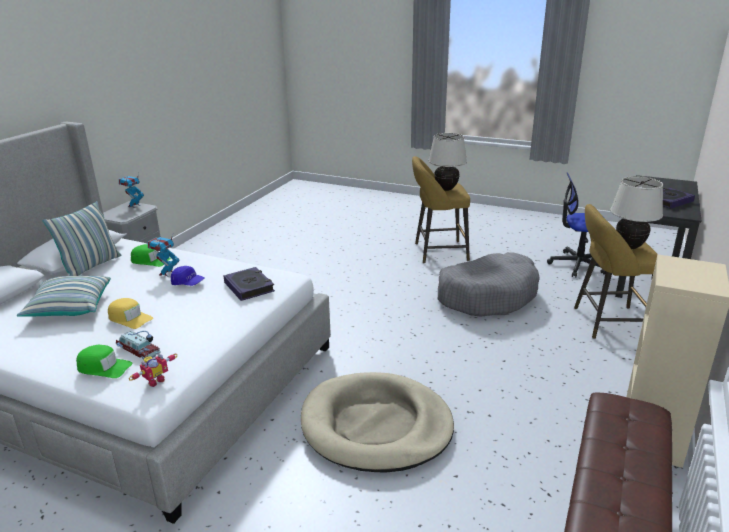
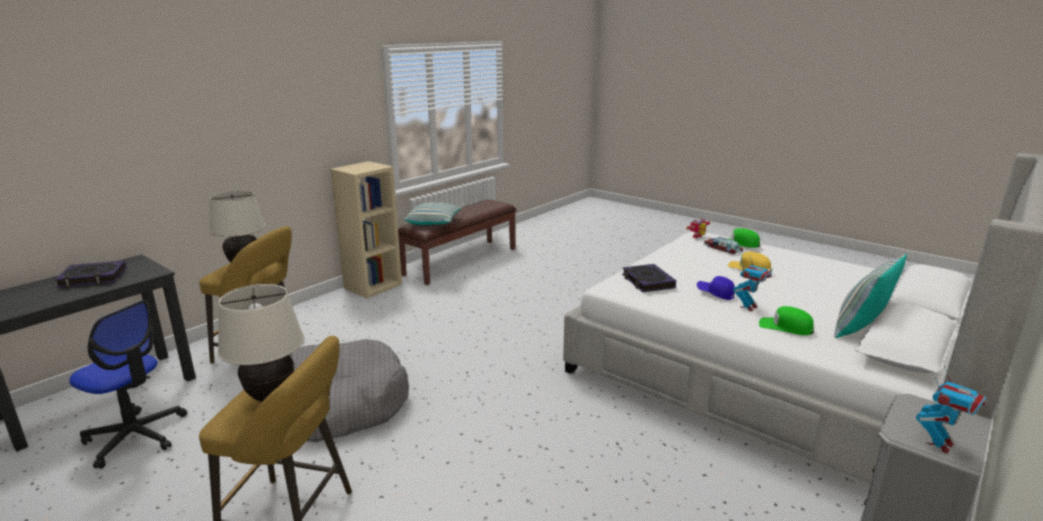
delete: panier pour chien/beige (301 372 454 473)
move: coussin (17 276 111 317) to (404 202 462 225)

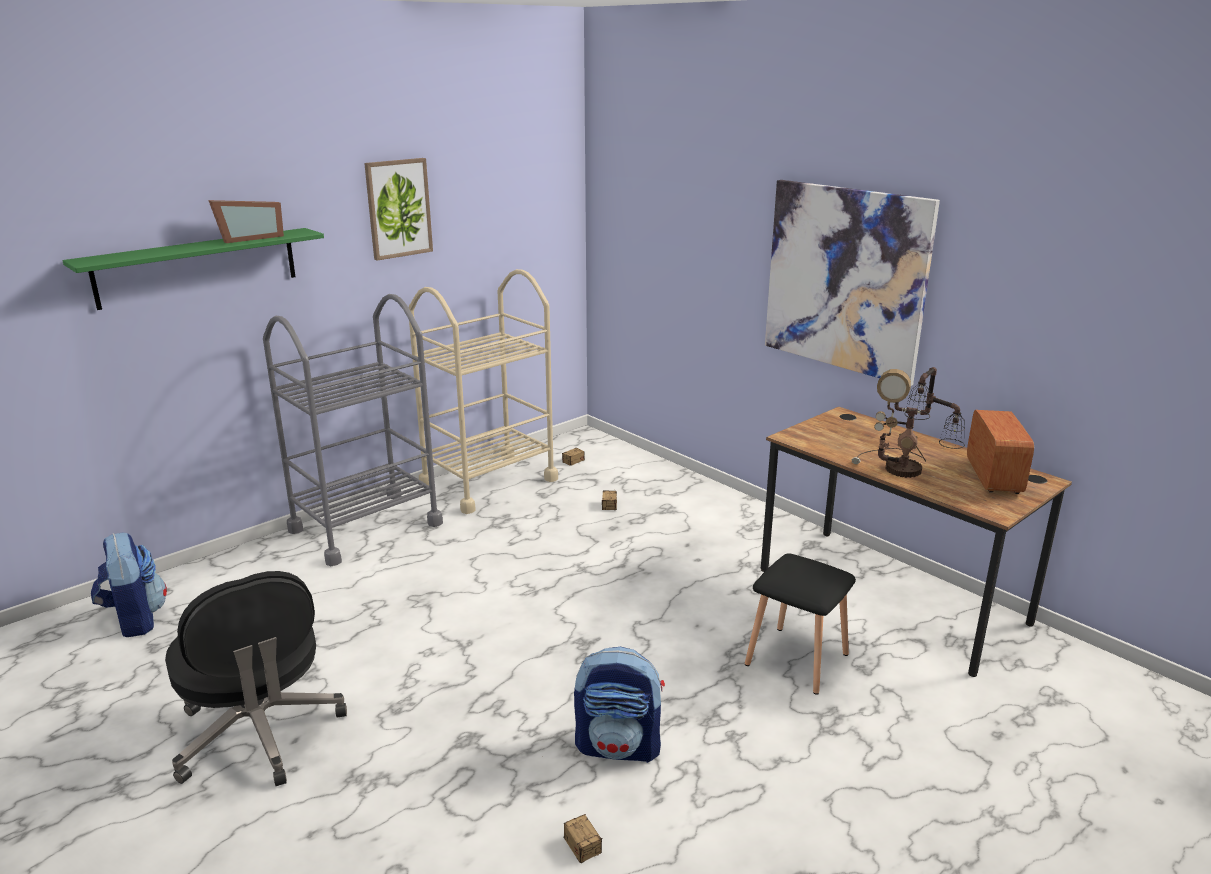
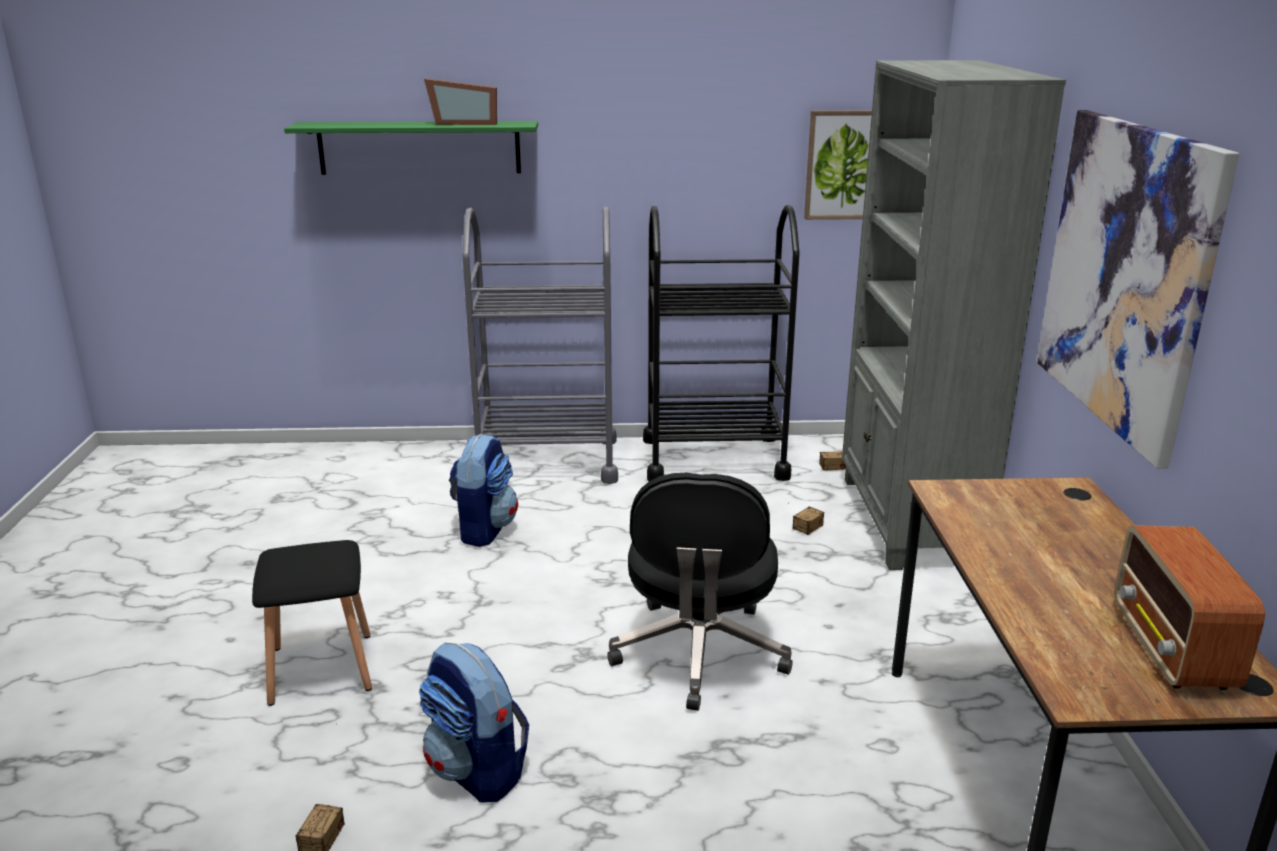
delete: lampe de table (852 367 965 478)
insert: bibliothèque/gris (842 60 1066 570)
move: sac à dos (91 533 167 637) to (449 433 518 547); chaise de bureau/noir (165 571 347 786) to (607 473 793 711); tableau (364 158 433 261) to (804 110 872 220); tabouret/noir (745 553 856 695) to (252 540 372 706)
recolor: chariot/beige (409 269 558 514) to chariot/noir (643 205 800 481)
rotate: radio (967 410 1034 494) = (1115 525 1265 690) 135 degrees clockwise

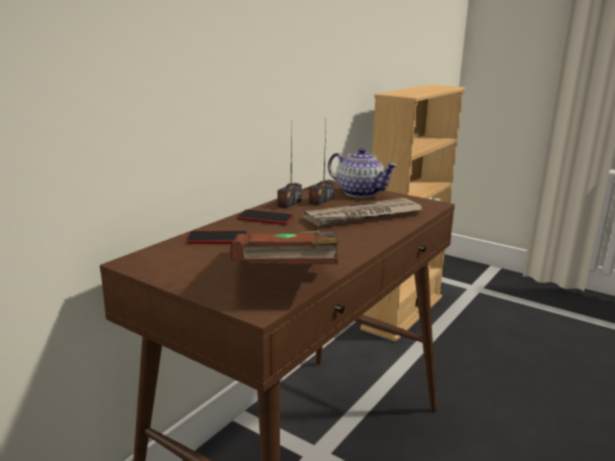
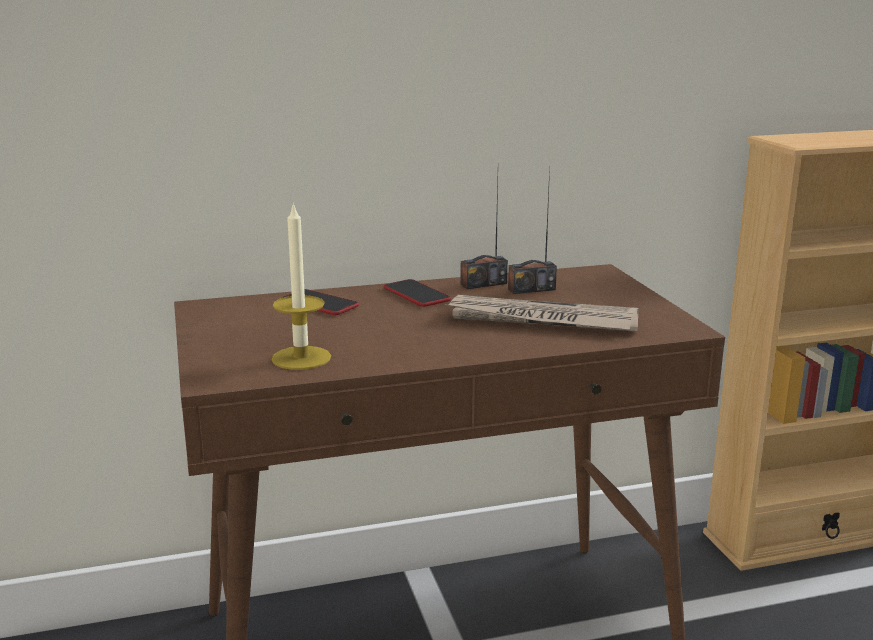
delete: théière (328 148 398 198)
replace: livre/marron (230 231 339 265) to bougie (272 202 331 370)

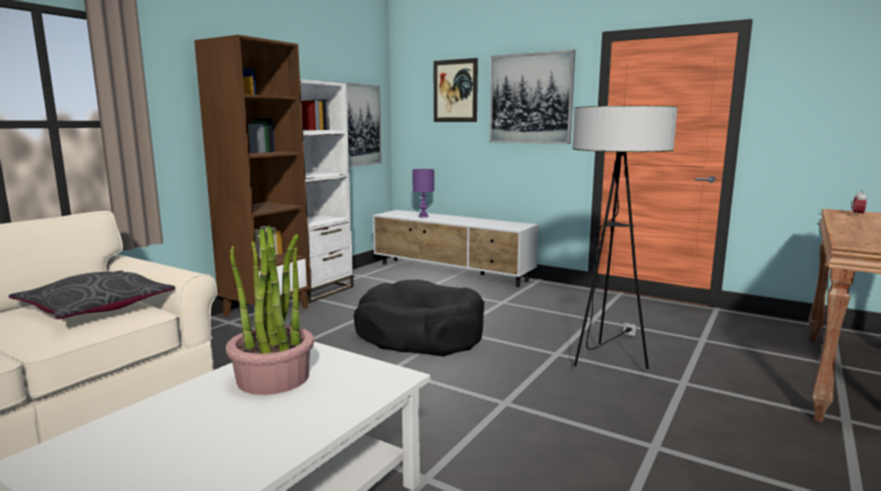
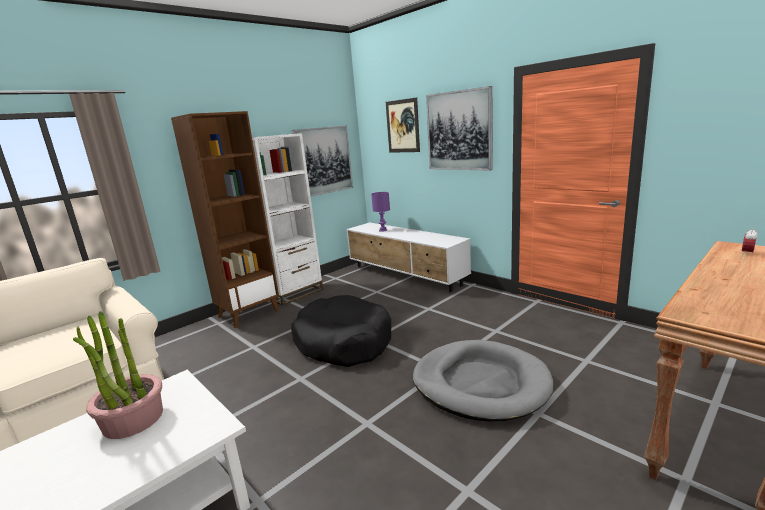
delete: coussin/gris (9 271 175 319)
replace: lampadaire (572 106 677 369) to panier pour chien/gris (412 340 553 422)

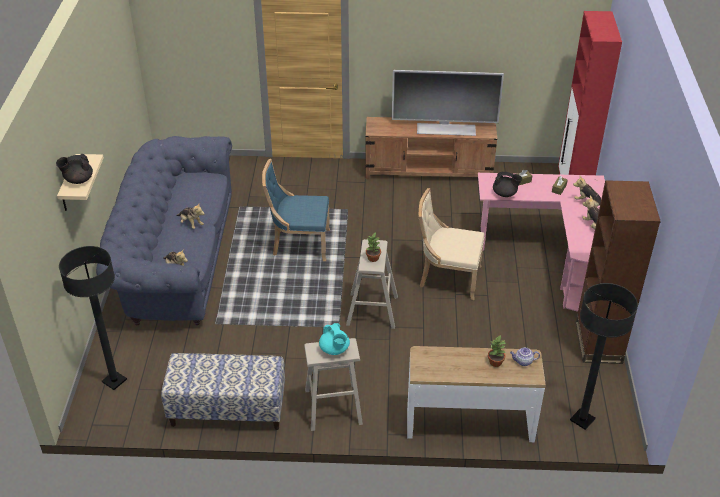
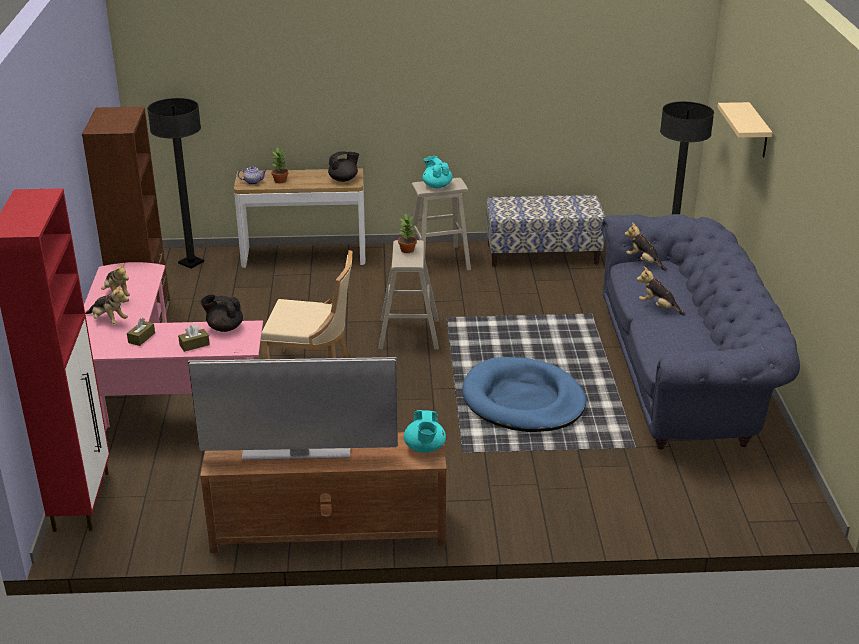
insert: théière/turquoise (404 410 446 453)
move: théière/noir (56 154 93 184) to (328 151 359 182)
replace: chaise/bleu (262 159 330 261) to panier pour chien/bleu (462 357 586 432)

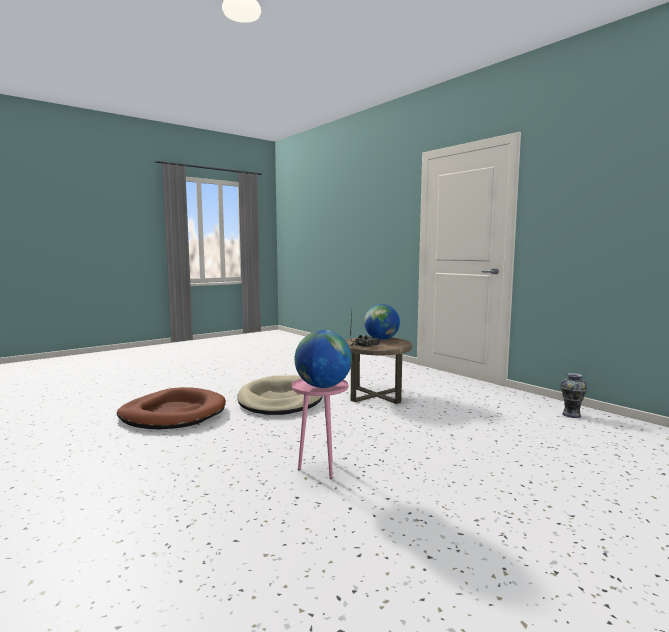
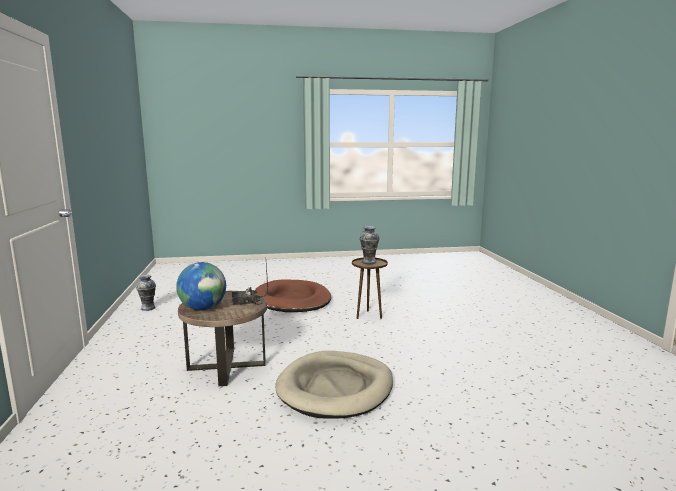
move: panier pour chien/marron (117 387 226 429) to (255 279 331 312)
replace: globe (294 330 352 388) to vase (360 226 380 264)
recolor: table d'appoint/rose (292 378 348 479) to table d'appoint/marron (352 258 388 319)

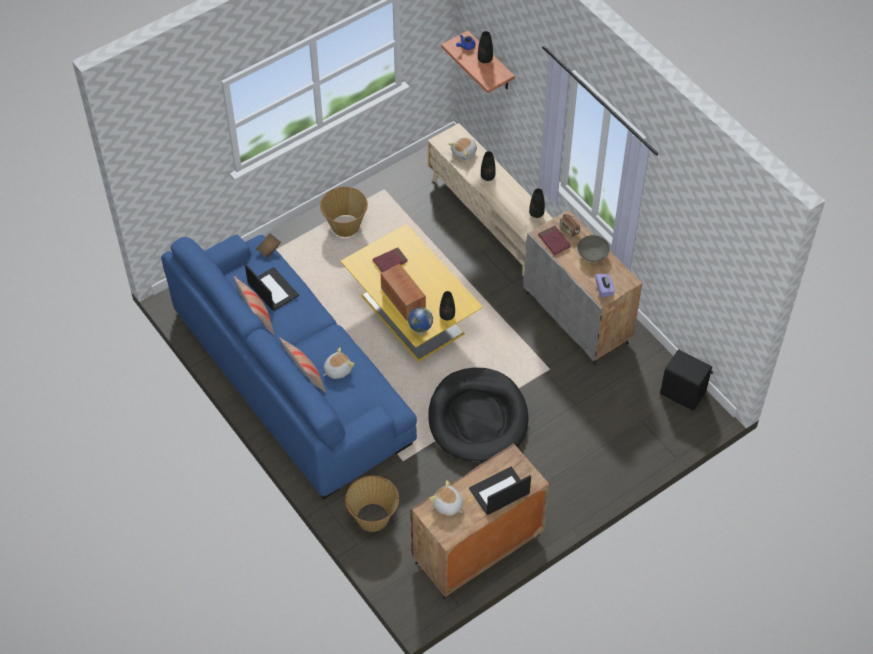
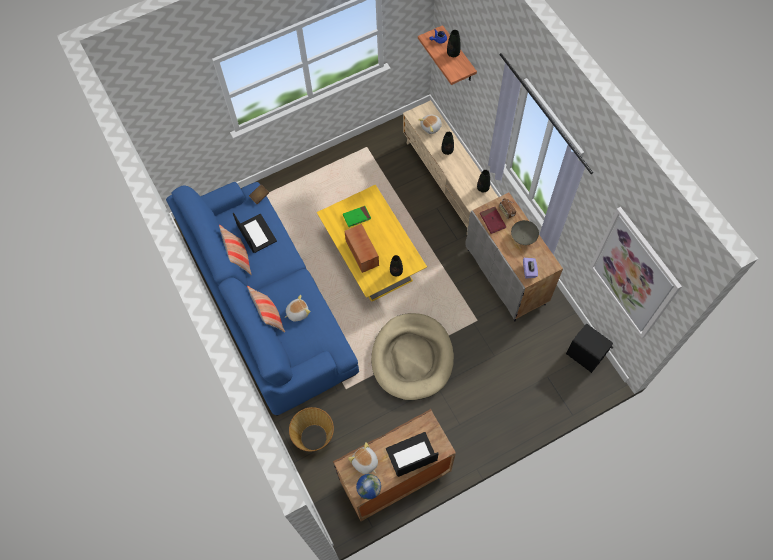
delete: panier (320 187 368 237)
insert: tableau (590 207 682 338)
move: globe (408 307 433 335) to (356 474 381 500)
recolor: livre/rouge (373 248 408 272) to livre/vert (343 206 371 227); panier pour chien/noir (428 368 528 463) to panier pour chien/beige (371 313 454 400)

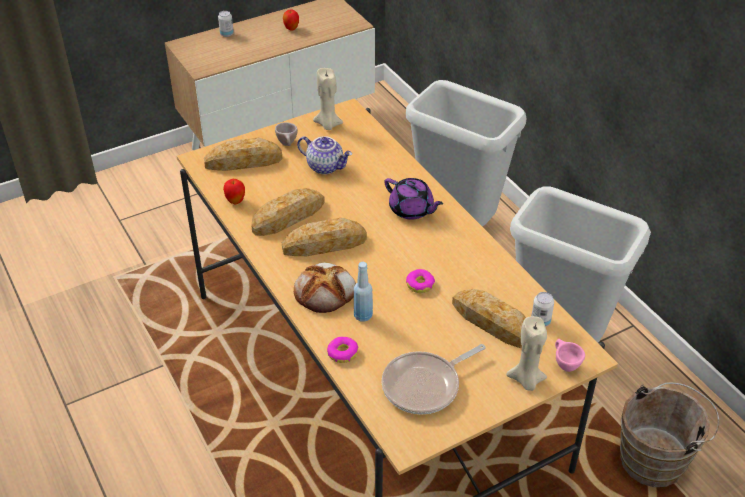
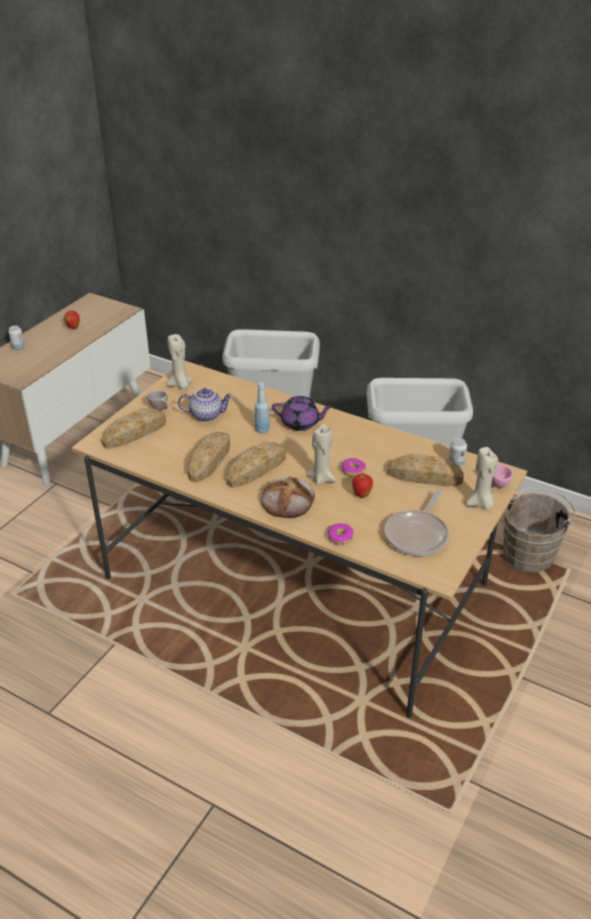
insert: bougie/beige (306 424 336 485)
move: pomme (223 179 245 205) to (352 474 373 498); bouteille/bleu (354 262 373 322) to (255 382 270 433)

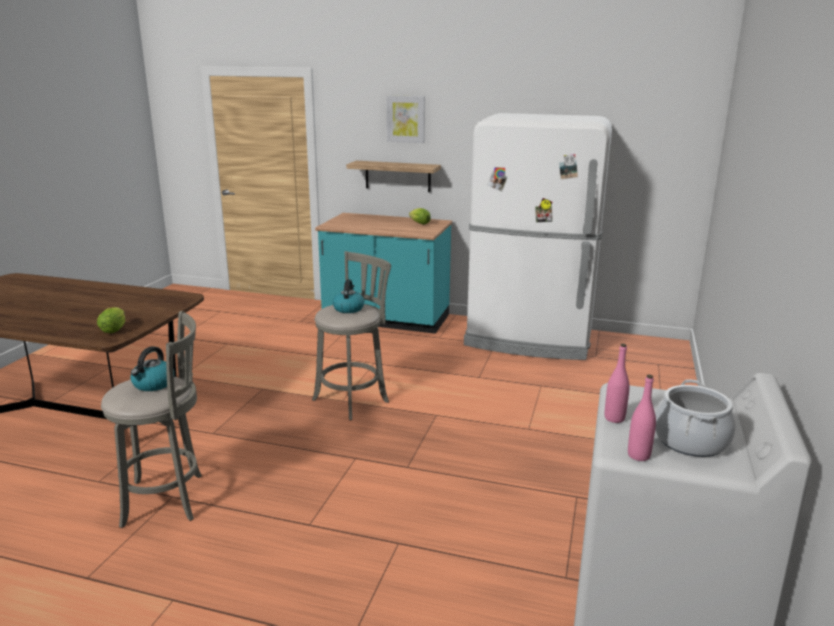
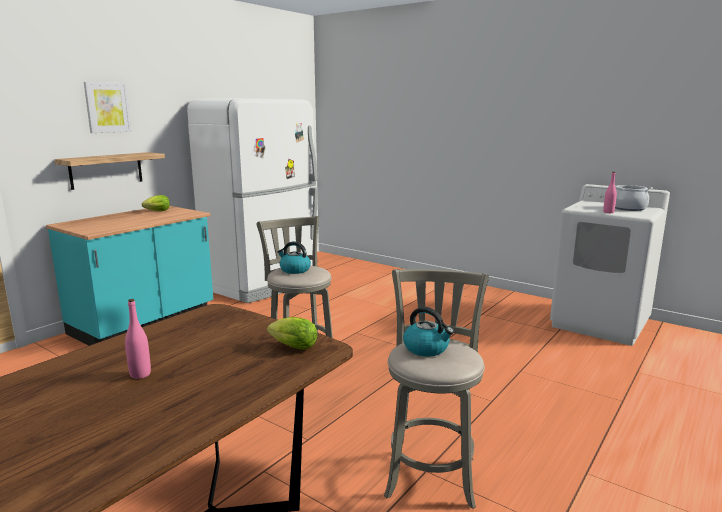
move: bouteille/rose (628 375 656 461) to (125 299 151 379)

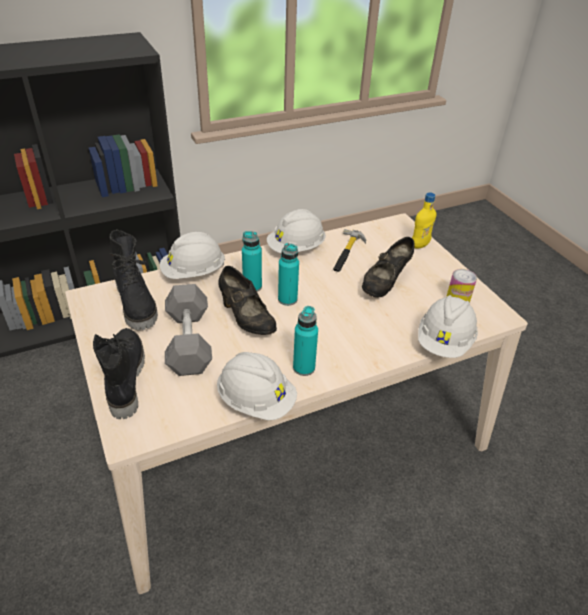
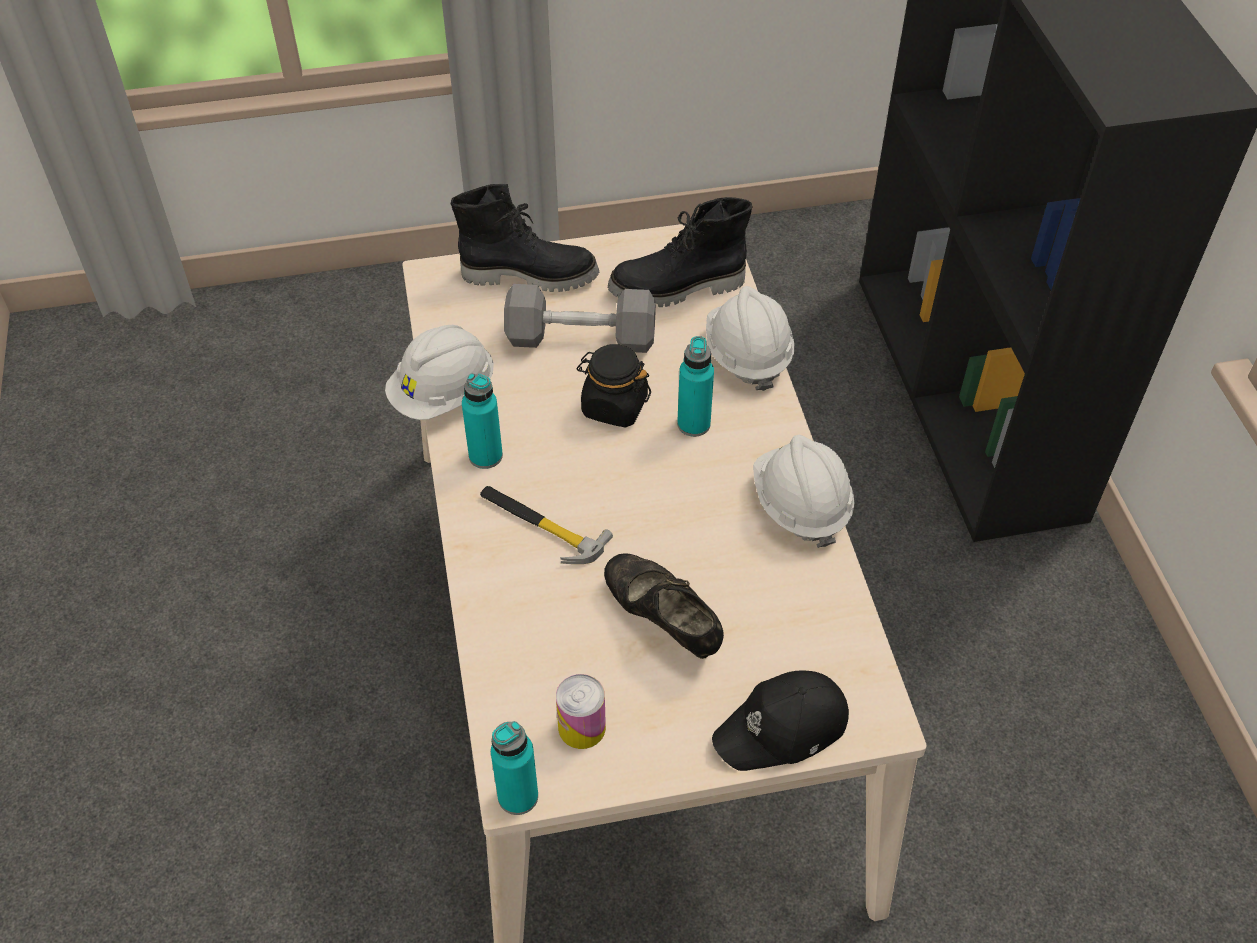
delete: casque de chantier/blanc (418 295 478 358)
move: bouteille/turquoise (278 243 299 306) to (491 721 538 815); marteau (333 229 366 272) to (480 486 613 564)
replace: chaussure/noir (218 266 277 335) to bocal/noir (576 344 651 428); bouteille/jaune (412 192 436 249) to casquette/noir (712 670 849 771)

